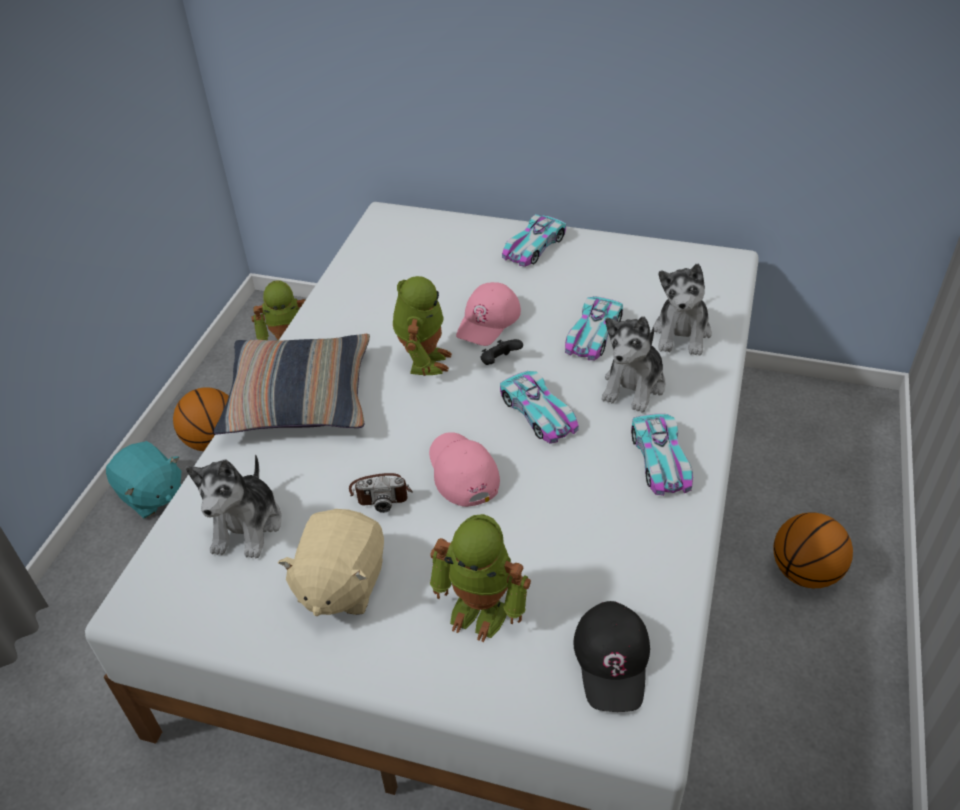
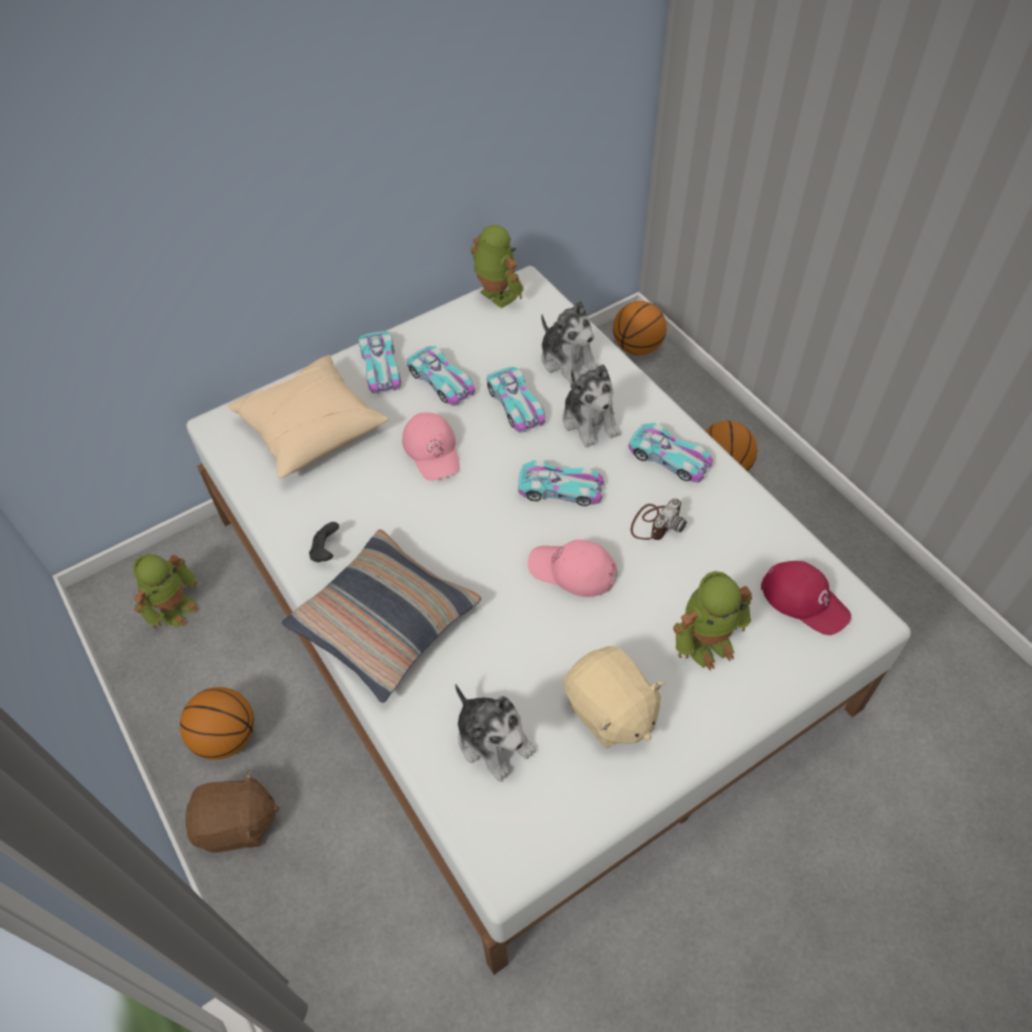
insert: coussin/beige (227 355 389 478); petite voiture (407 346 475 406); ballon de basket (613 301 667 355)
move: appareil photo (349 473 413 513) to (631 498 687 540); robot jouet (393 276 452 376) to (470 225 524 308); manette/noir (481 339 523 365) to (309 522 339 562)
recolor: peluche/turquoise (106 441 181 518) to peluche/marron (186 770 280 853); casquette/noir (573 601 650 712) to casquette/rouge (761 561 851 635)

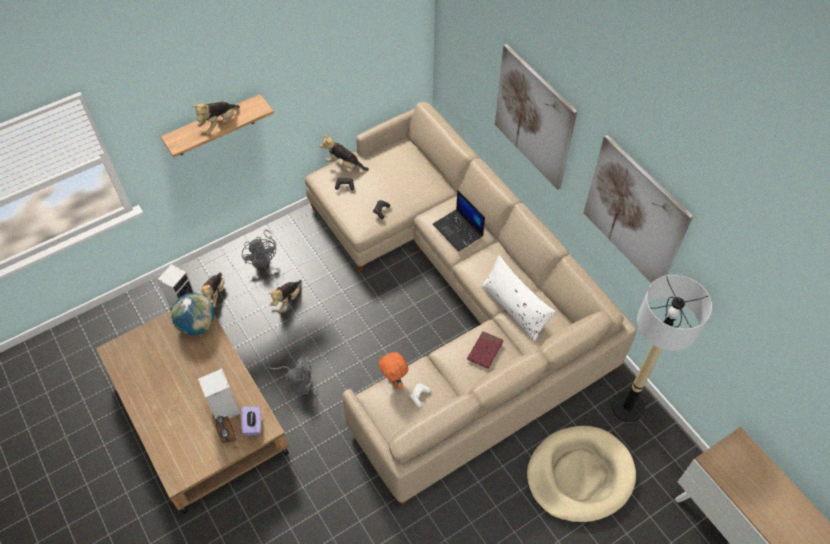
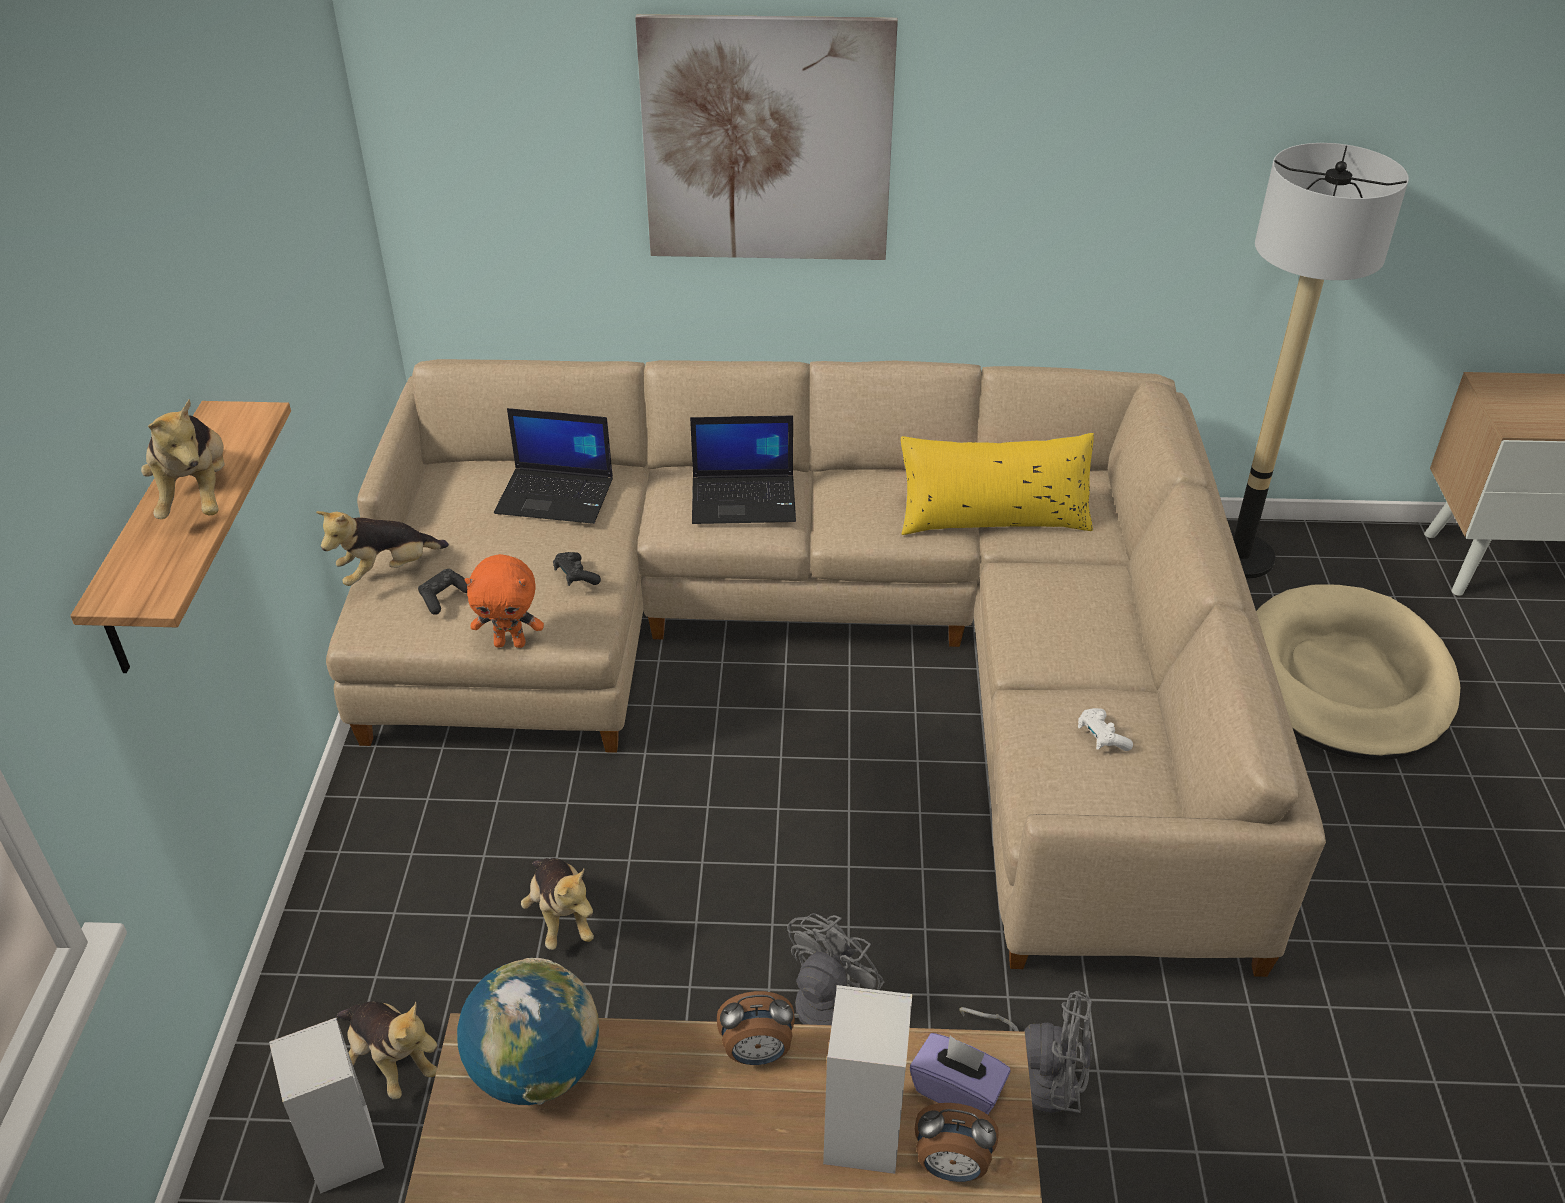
delete: livre/rouge (467 331 503 369); tableau (584 135 693 283)
insert: ordinateur portable (494 408 613 524); réveil (717 991 795 1065)
move: ventilateur/gris (242 230 277 268) to (959 990 1092 1113); peluche/orange (379 352 408 389) to (465 554 544 648)
recolor: coussin/blanc (481 255 556 342) to coussin/jaune (901 433 1094 535)

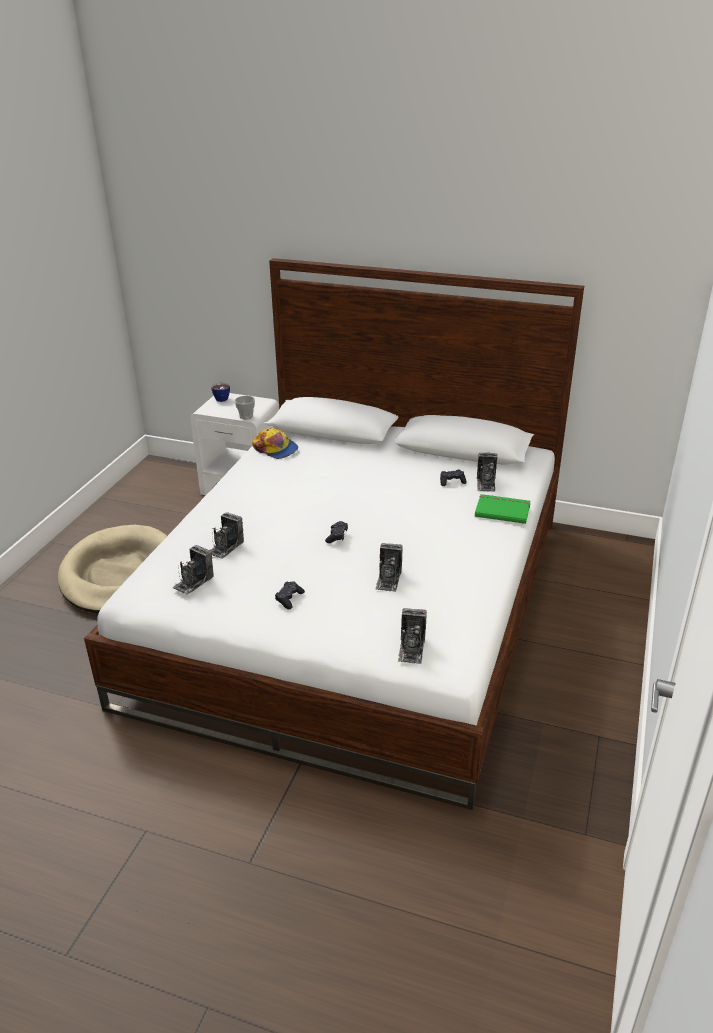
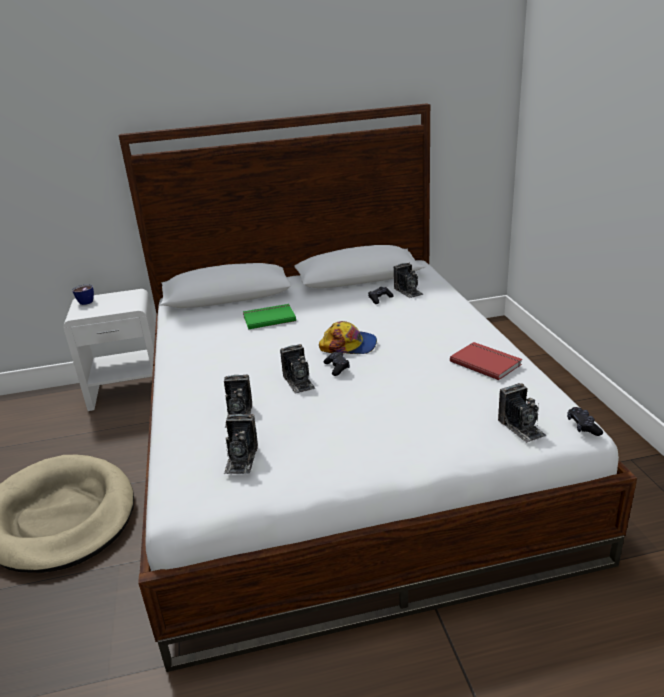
delete: tasse (235 396 255 419)
insert: livre/rouge (450 342 522 380)
move: casquette (252 427 298 459) to (319 321 377 354); manette/noir (275 581 305 609) to (567 407 603 436); appareil photo (375 543 403 592) to (280 344 316 394); livre/vert (475 494 530 524) to (243 304 296 330)

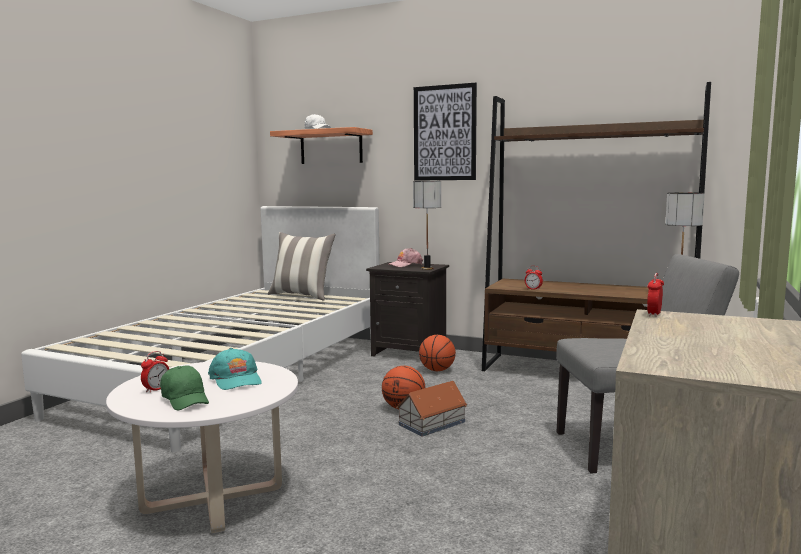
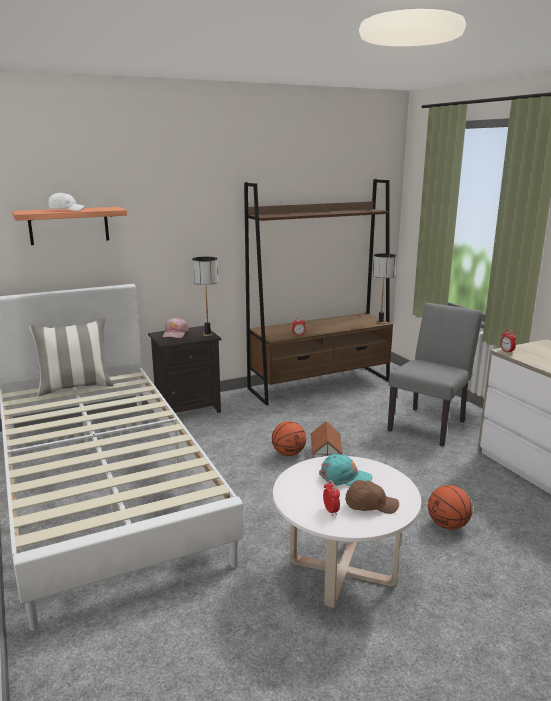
delete: tableau (414 83 477 181)
move: ballon de basket (419 335 456 371) to (428 485 473 530)
recolor: casquette/vert (160 365 209 410) to casquette/marron (345 480 399 514)

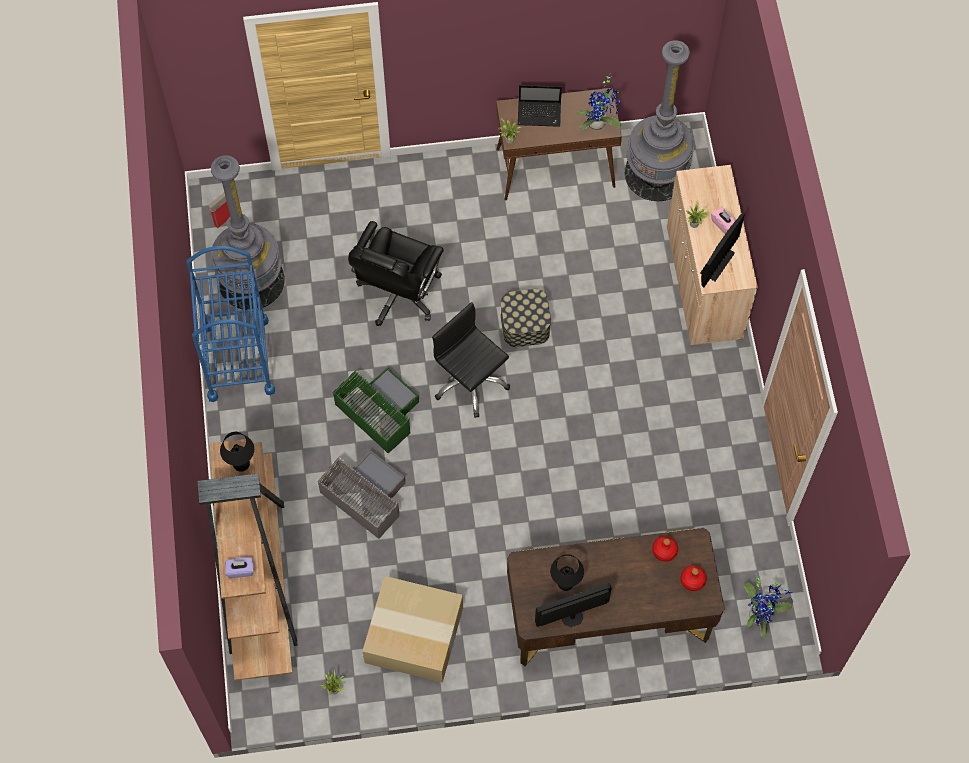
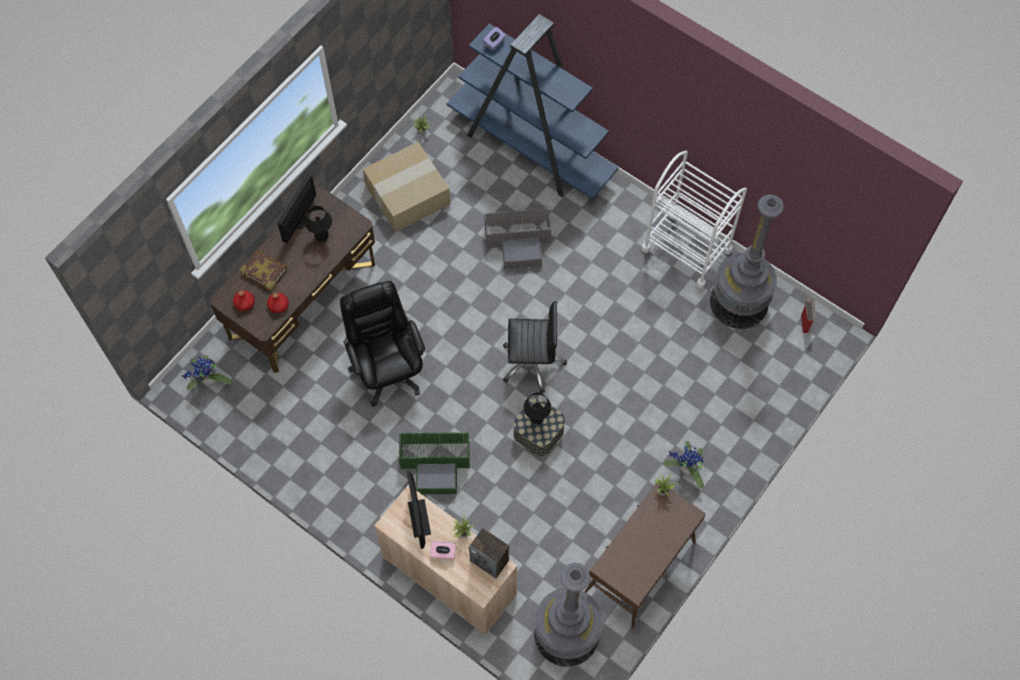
delete: ordinateur portable (518 85 562 127)
insert: livre (240 250 287 291); enceinte (469 528 509 579)
move: lampe de table/noir (220 432 254 472) to (524 393 551 425); boîte de rangement/vert (332 367 419 454) to (399 431 470 494); chaise de bureau/noir (348 221 444 326) to (340 281 425 407); plante en pot (577 74 622 131) to (664 441 704 489)
recolor: chariot/bleu (186 246 275 402) to chariot/blanc (641 151 747 289); bibliothèque/marron (198 438 298 681) to bibliothèque/bleu (446 14 619 199)

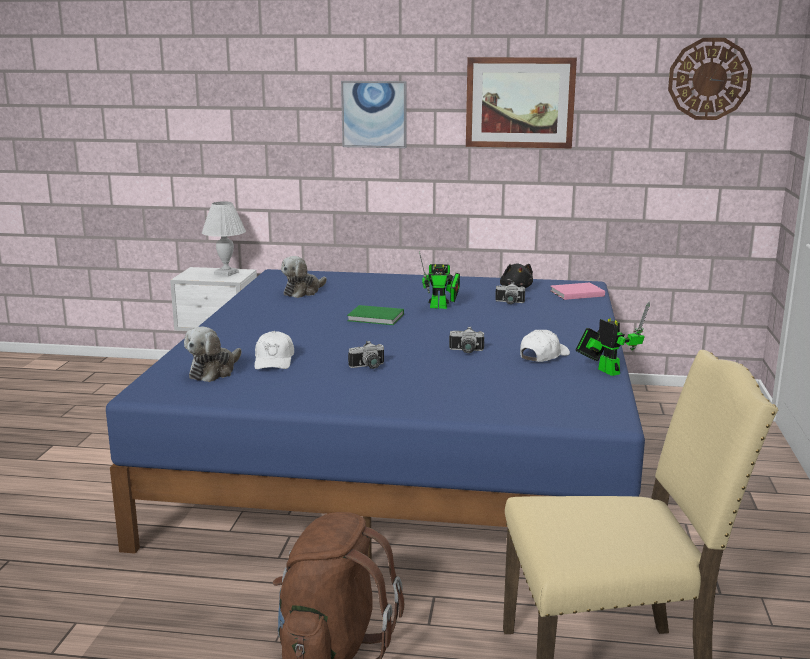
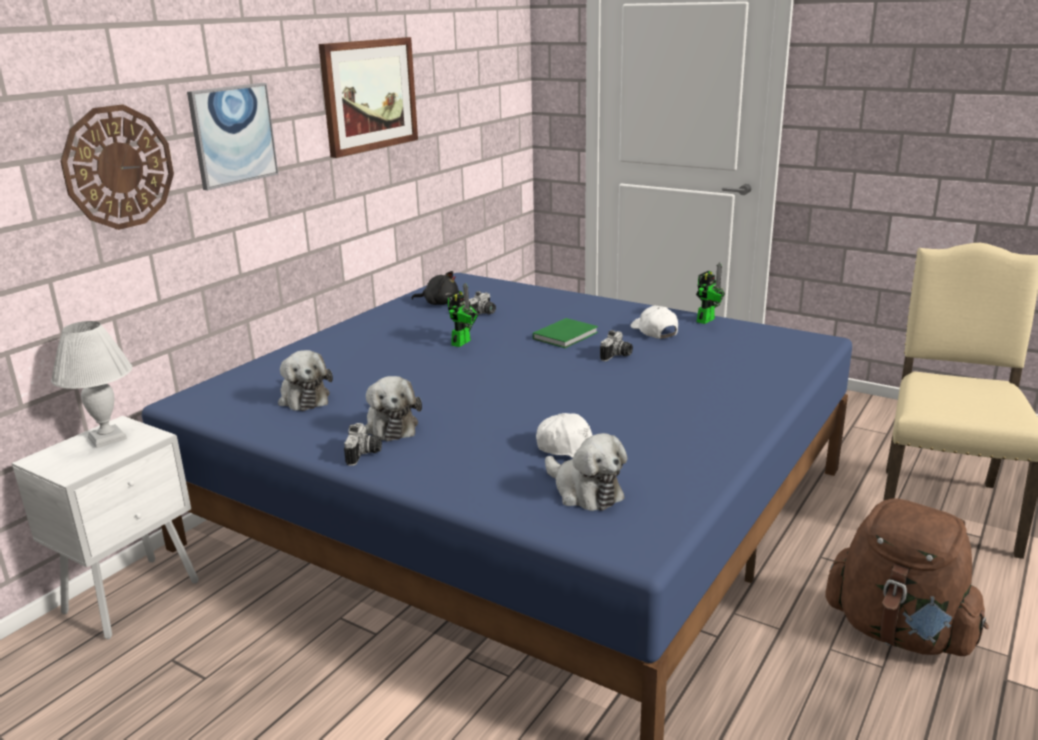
delete: livre/rose (550 283 605 300)
insert: peluche (365 376 422 441)
move: livre/vert (347 305 404 325) to (533 318 598 348); appareil photo (348 341 384 369) to (344 423 382 466); horloge murale (668 38 752 120) to (60 105 174 230)
rotate: robot jouet (576 302 650 376) = (696 262 725 324) 135 degrees clockwise

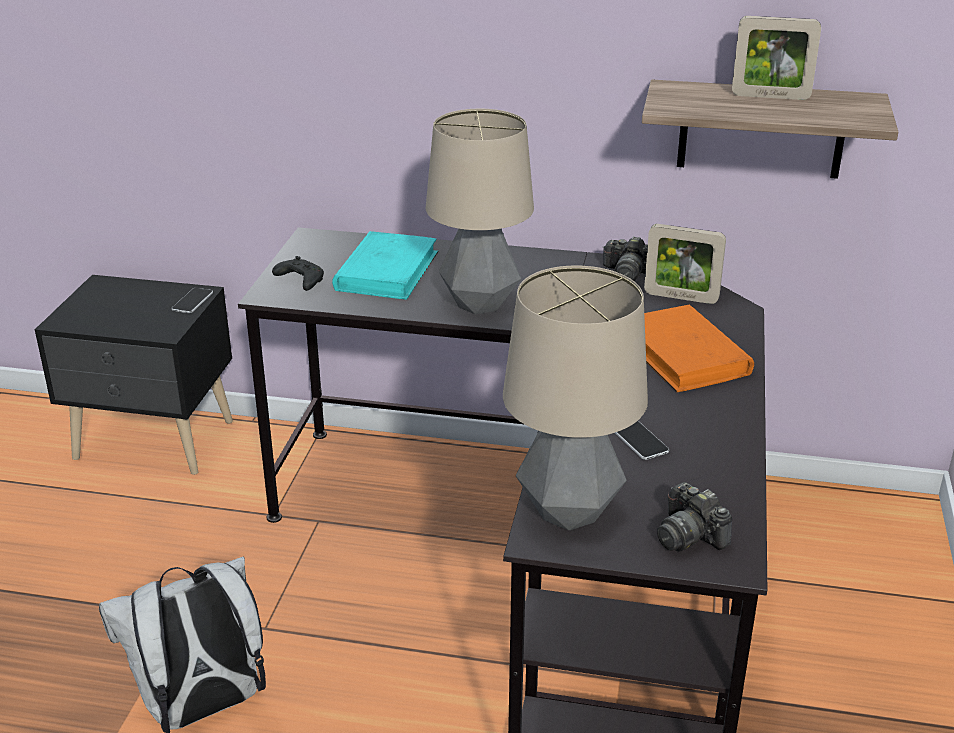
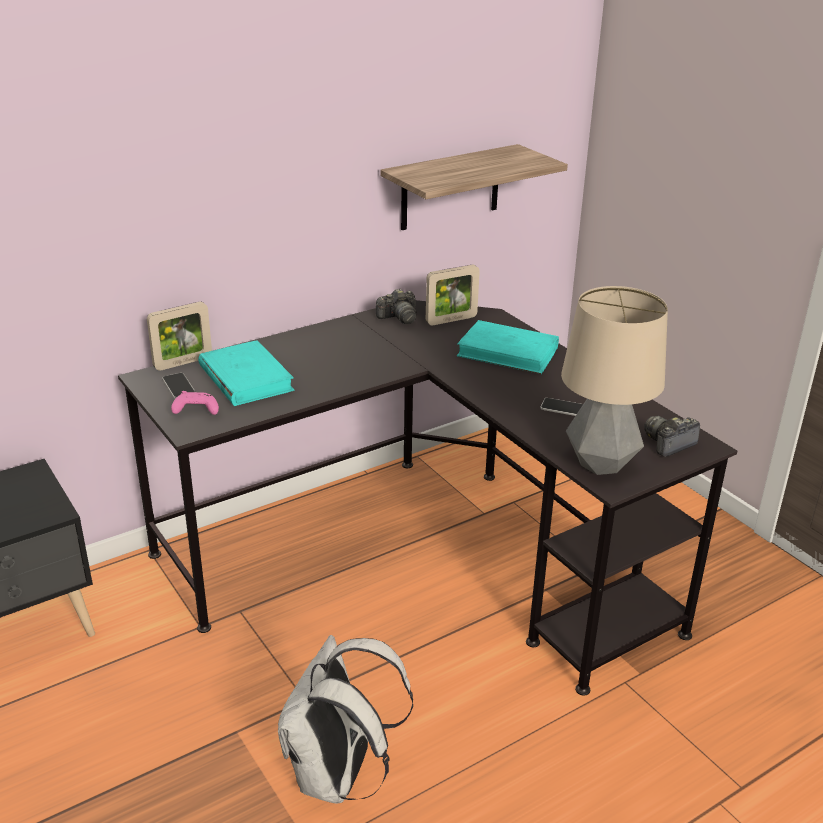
delete: lampe de table (426 109 534 314)
move: téléphone (171 288 213 313) to (162 373 195 399); cadre photo (732 16 821 100) to (147 301 212 371)
recolor: manette/noir (272 256 324 291) to manette/rose (171 391 219 415); livre/orange (644 304 754 392) to livre/turquoise (457 320 559 374)
rotate: appareil photo (657 482 732 552) = (644 416 700 457) 135 degrees clockwise

